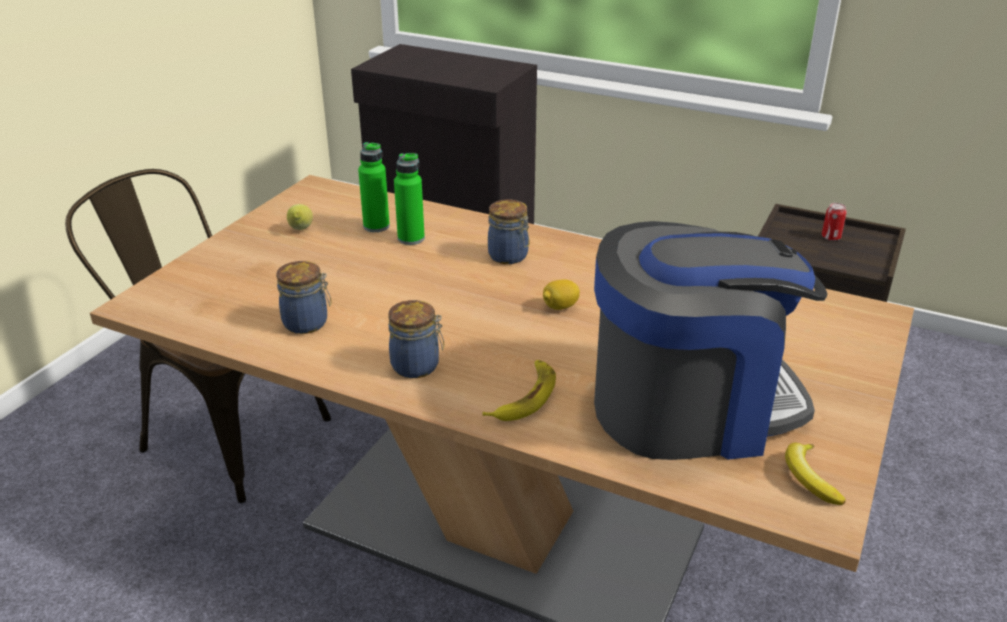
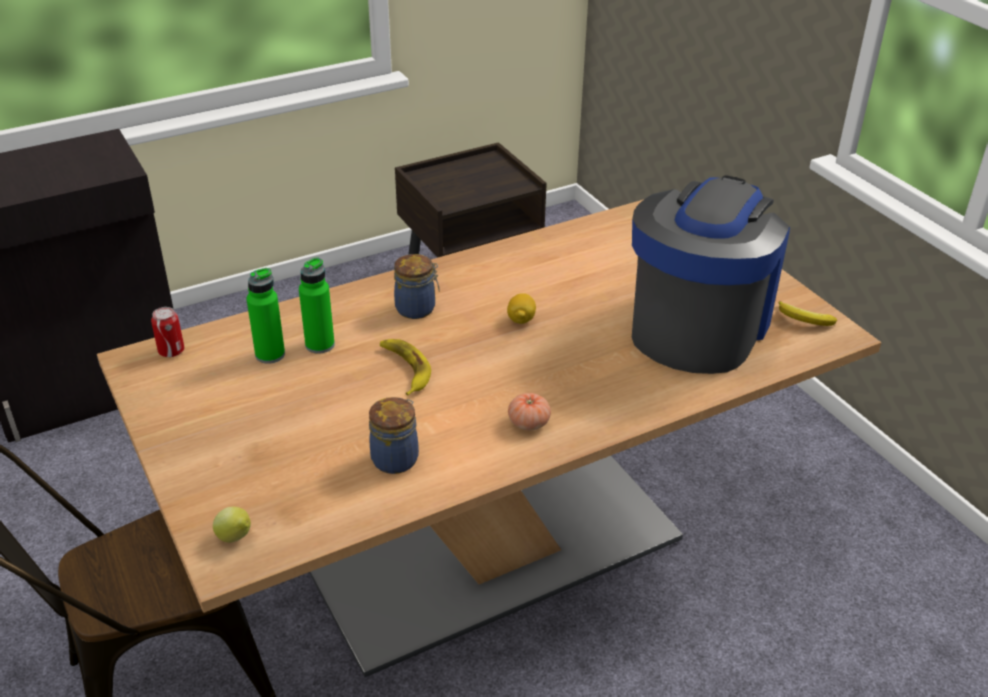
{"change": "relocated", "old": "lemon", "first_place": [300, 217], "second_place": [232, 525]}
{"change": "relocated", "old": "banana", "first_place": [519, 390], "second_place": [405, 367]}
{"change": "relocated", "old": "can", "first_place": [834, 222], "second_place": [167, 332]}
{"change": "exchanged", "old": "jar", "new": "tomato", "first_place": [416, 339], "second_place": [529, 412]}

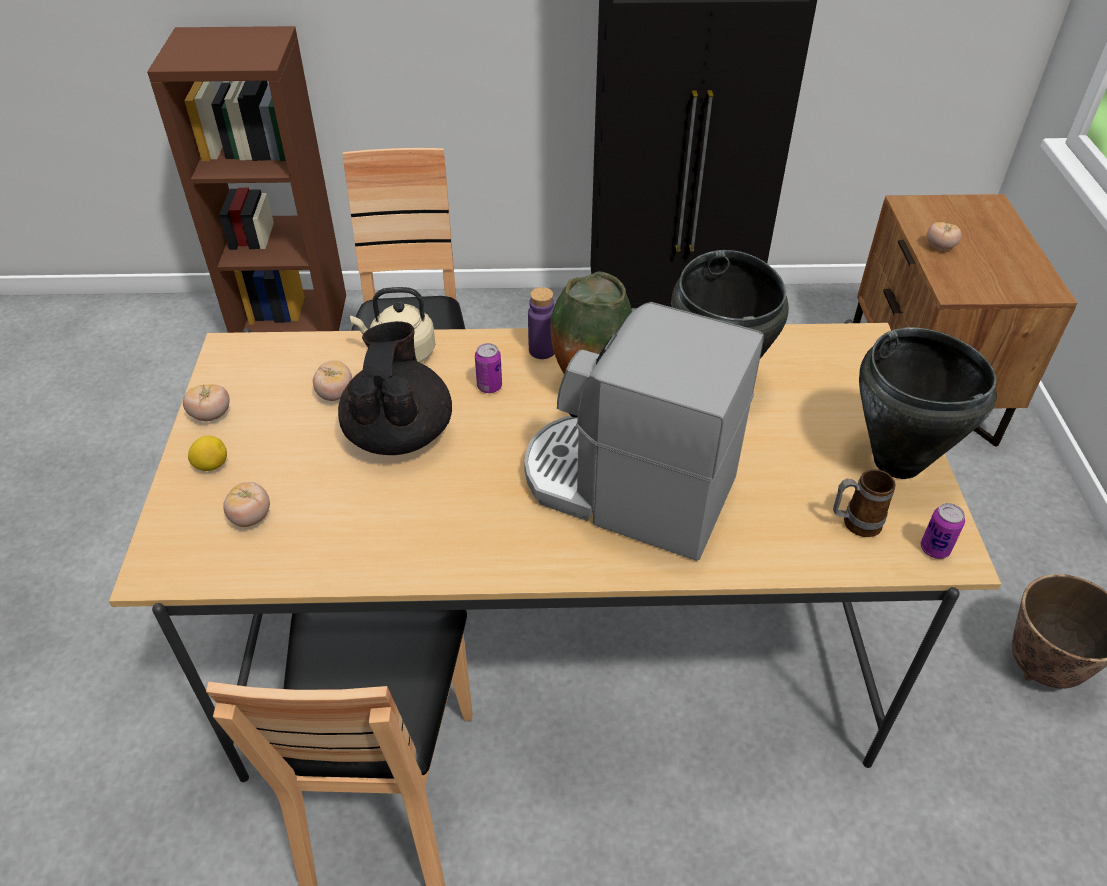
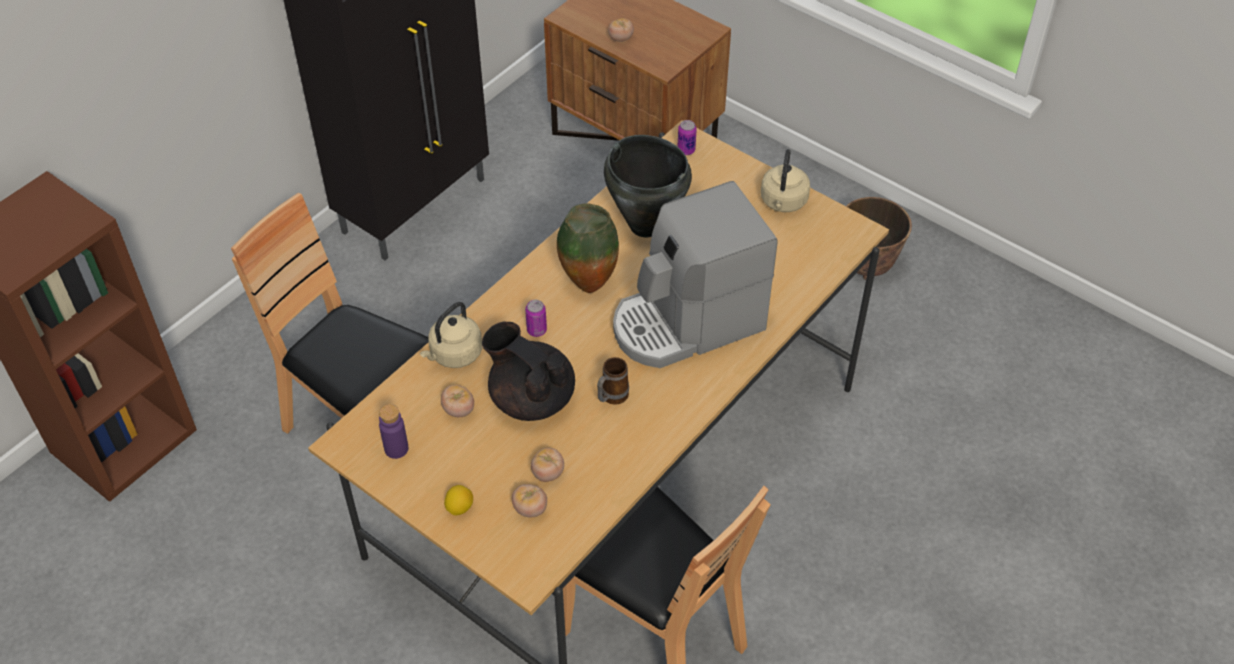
{"change": "relocated", "old": "tomato", "first_place": [206, 402], "second_place": [547, 464]}
{"change": "relocated", "old": "bottle/purple", "first_place": [541, 323], "second_place": [393, 431]}
{"change": "relocated", "old": "mug", "first_place": [864, 503], "second_place": [613, 381]}
{"change": "relocated", "old": "can", "first_place": [943, 531], "second_place": [687, 137]}
{"change": "exchanged", "old": "cooking pot/black", "new": "kettle/beige", "first_place": [928, 403], "second_place": [785, 180]}

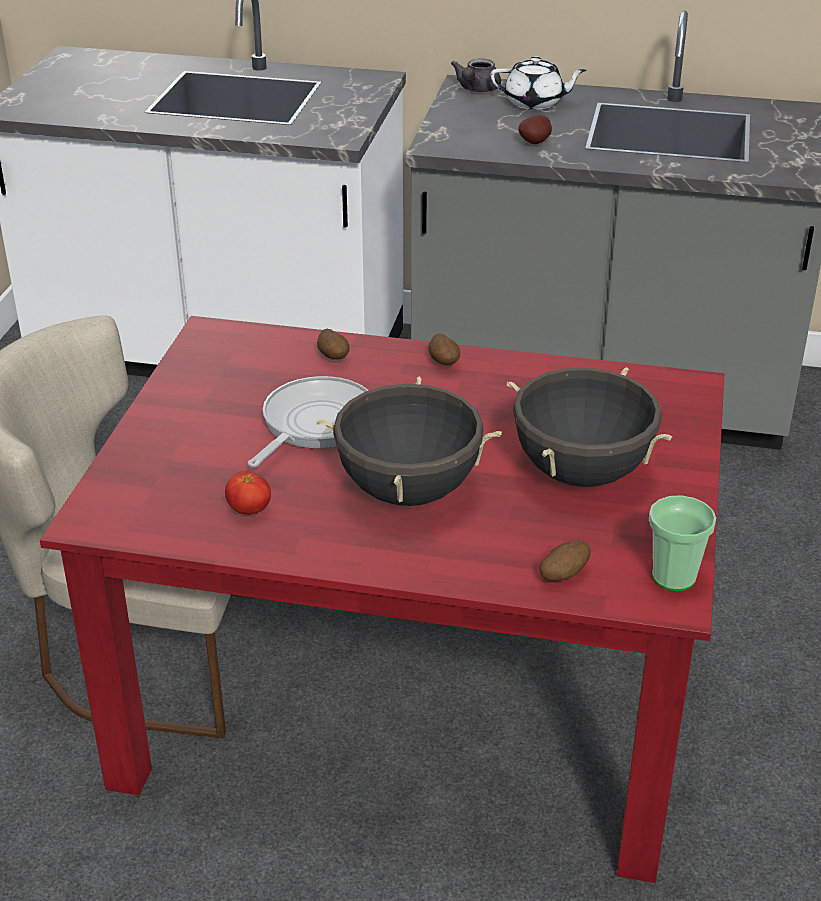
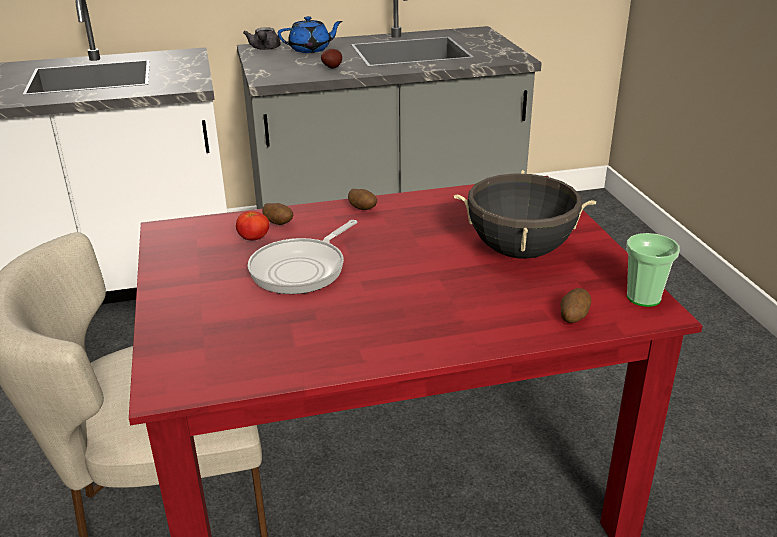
{"change": "missing", "old": "cooking pot/black", "first_place": [409, 441]}
{"change": "relocated", "old": "tomato", "first_place": [248, 493], "second_place": [252, 225]}
{"change": "colour", "old": "teapot/white", "new": "teapot/blue", "first_place": [539, 83], "second_place": [310, 34]}
{"change": "spun", "old": "frying pan", "first_place": [308, 421], "second_place": [302, 257], "degrees": -150}

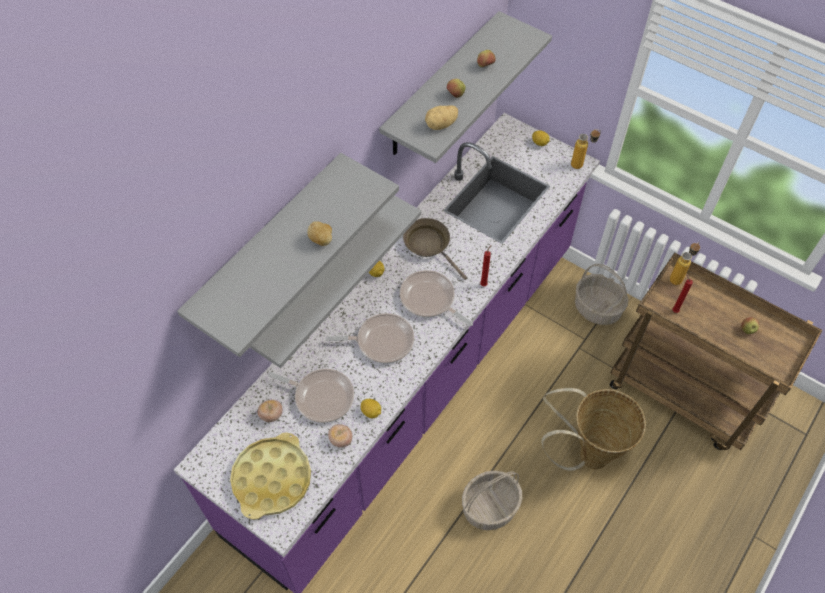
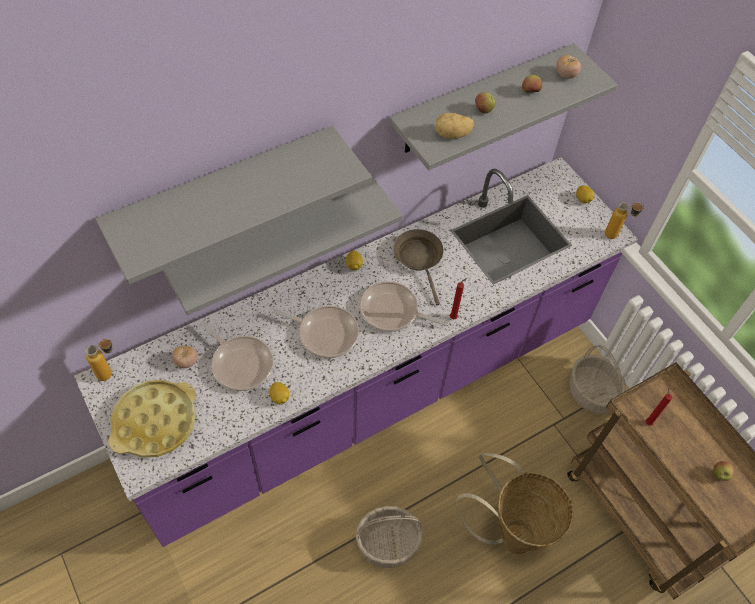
{"change": "missing", "old": "potato", "first_place": [319, 233]}
{"change": "relocated", "old": "tomato", "first_place": [340, 436], "second_place": [568, 67]}
{"change": "relocated", "old": "bottle", "first_place": [685, 263], "second_place": [99, 360]}
{"change": "spun", "old": "frying pan", "first_place": [436, 298], "second_place": [403, 306], "degrees": -45}

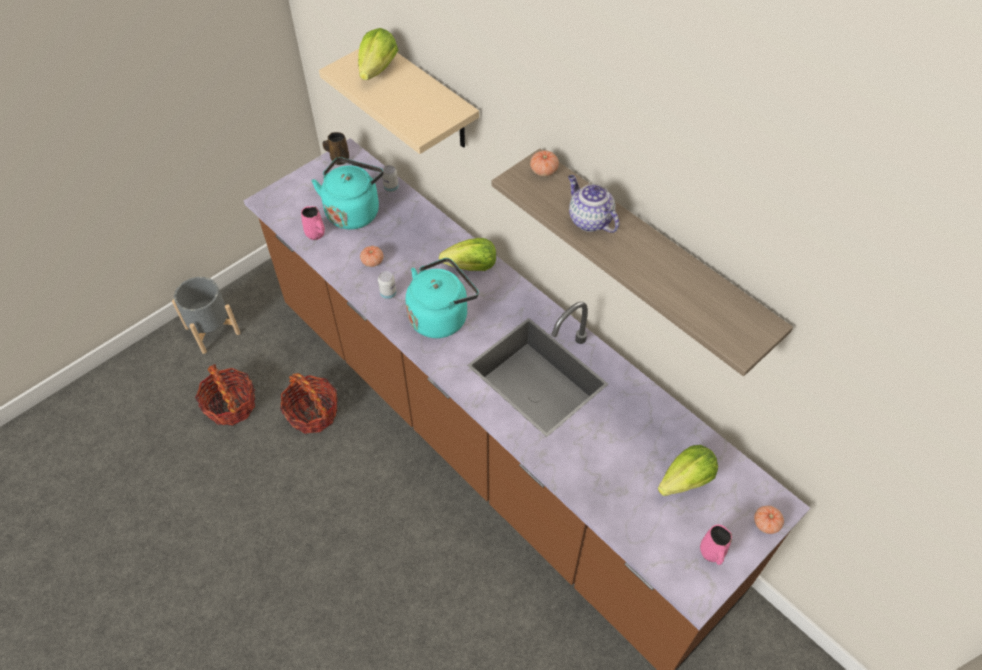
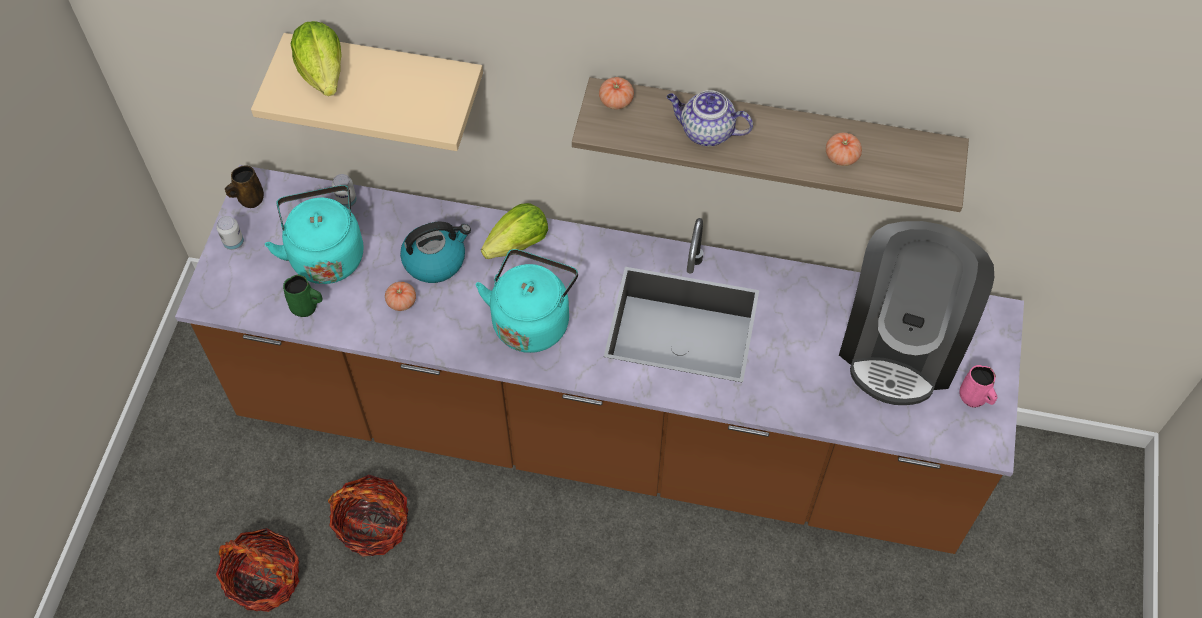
{"change": "missing", "old": "planter/grey", "first_place": [206, 315]}
{"change": "appeared", "new": "kettle", "second_place": [435, 252]}
{"change": "relocated", "old": "can", "first_place": [387, 285], "second_place": [230, 233]}
{"change": "relocated", "old": "tomato", "first_place": [769, 520], "second_place": [844, 149]}
{"change": "exchanged", "old": "lettuce", "new": "coffee machine", "first_place": [688, 470], "second_place": [916, 313]}
{"change": "colour", "old": "mug/pink", "new": "mug/green", "first_place": [313, 223], "second_place": [302, 295]}

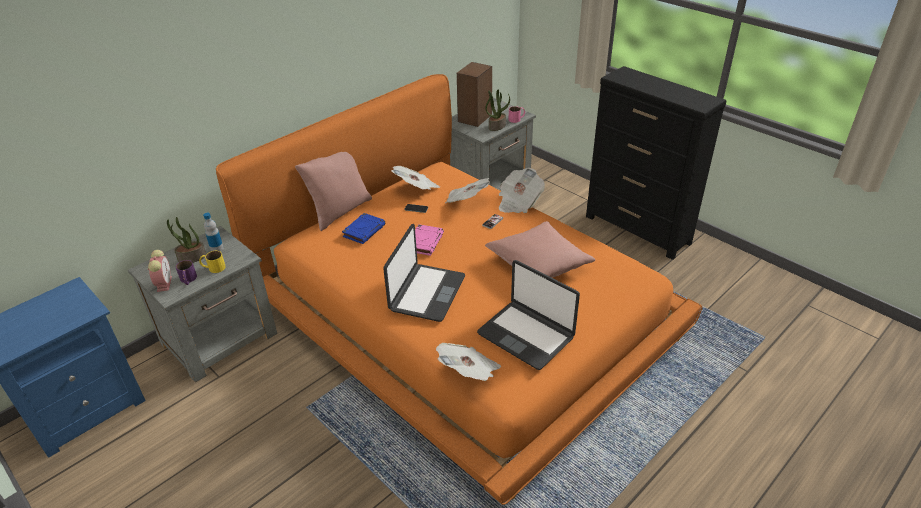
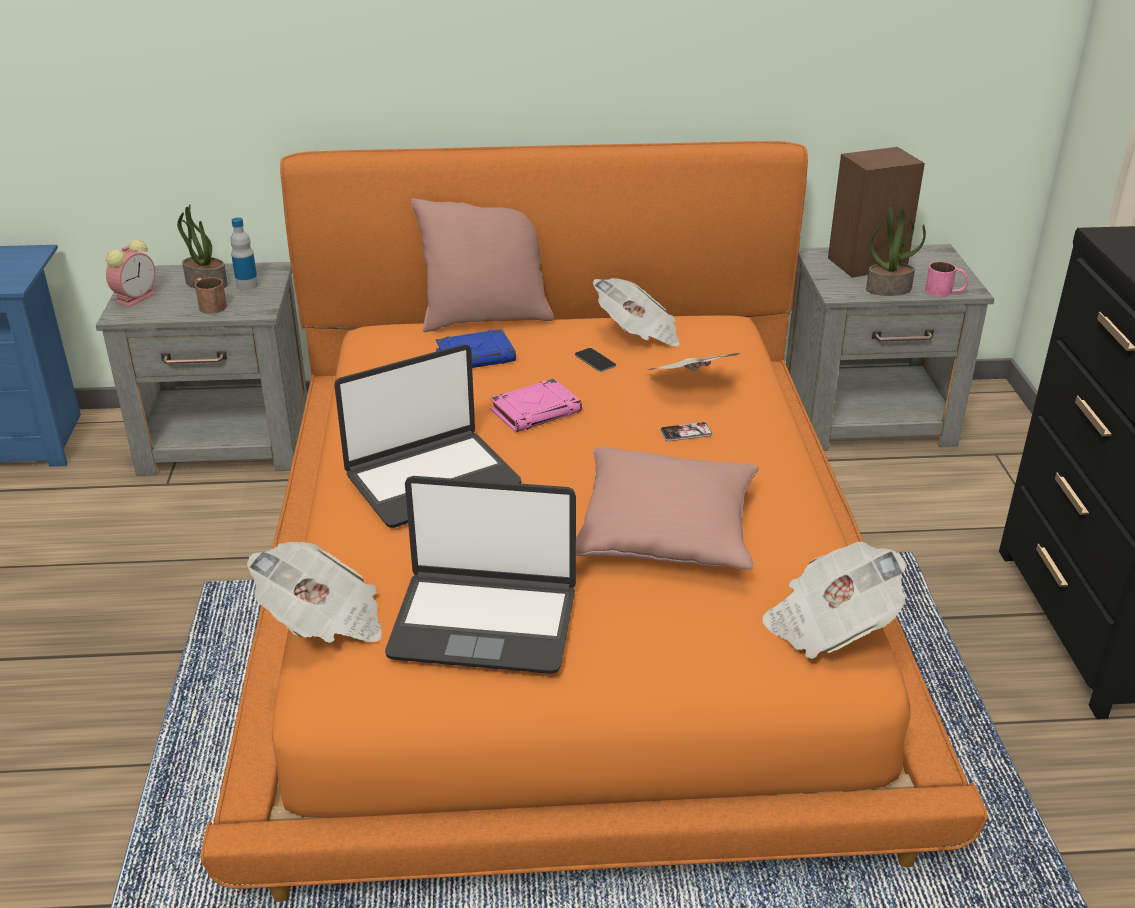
{"change": "missing", "old": "mug/purple", "first_place": [186, 272]}
{"change": "relocated", "old": "newspaper", "first_place": [522, 190], "second_place": [835, 600]}
{"change": "colour", "old": "mug/yellow", "new": "mug/brown", "first_place": [212, 262], "second_place": [211, 295]}
{"change": "spun", "old": "laptop", "first_place": [528, 315], "second_place": [480, 575], "degrees": -75}

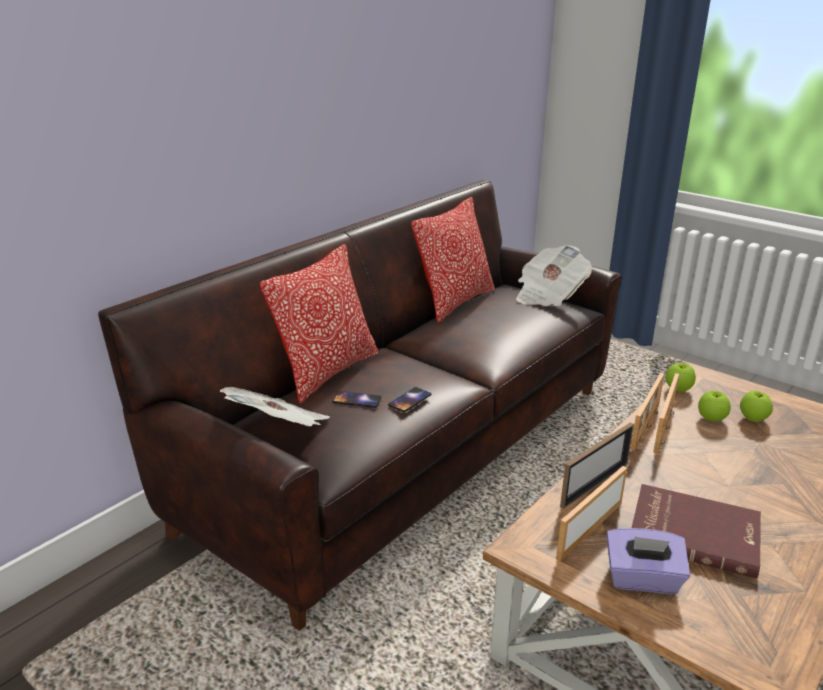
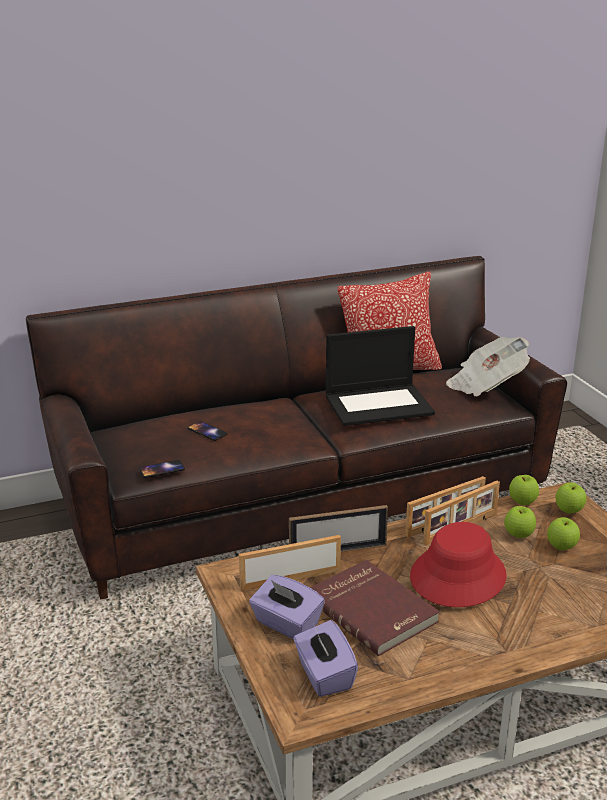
{"change": "missing", "old": "newspaper", "first_place": [275, 407]}
{"change": "missing", "old": "pillow", "first_place": [319, 324]}
{"change": "appeared", "new": "tissue box/purple", "second_place": [325, 658]}
{"change": "appeared", "new": "laptop", "second_place": [380, 376]}
{"change": "appeared", "new": "hat/red", "second_place": [458, 564]}
{"change": "appeared", "new": "apple", "second_place": [570, 497]}
{"change": "relocated", "old": "phone", "first_place": [410, 399], "second_place": [162, 469]}

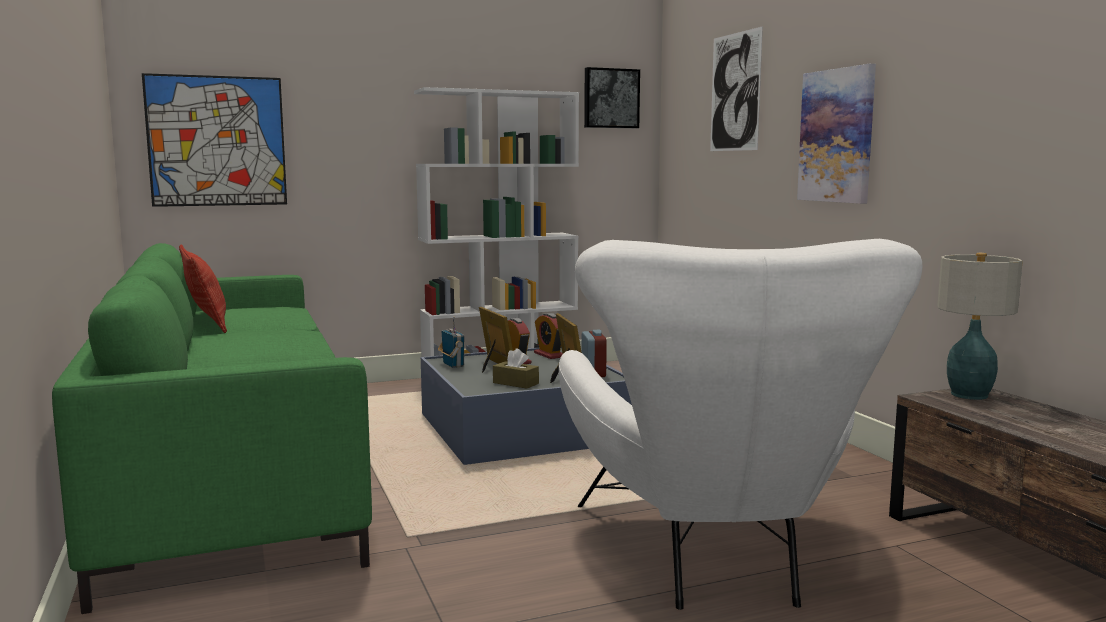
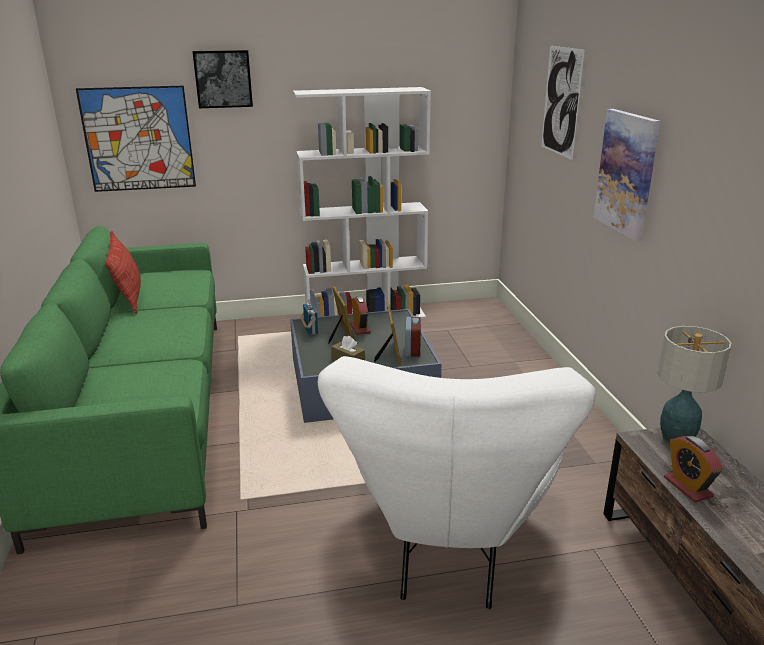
{"change": "relocated", "old": "alarm clock", "first_place": [548, 336], "second_place": [693, 469]}
{"change": "relocated", "old": "picture", "first_place": [612, 97], "second_place": [222, 79]}

